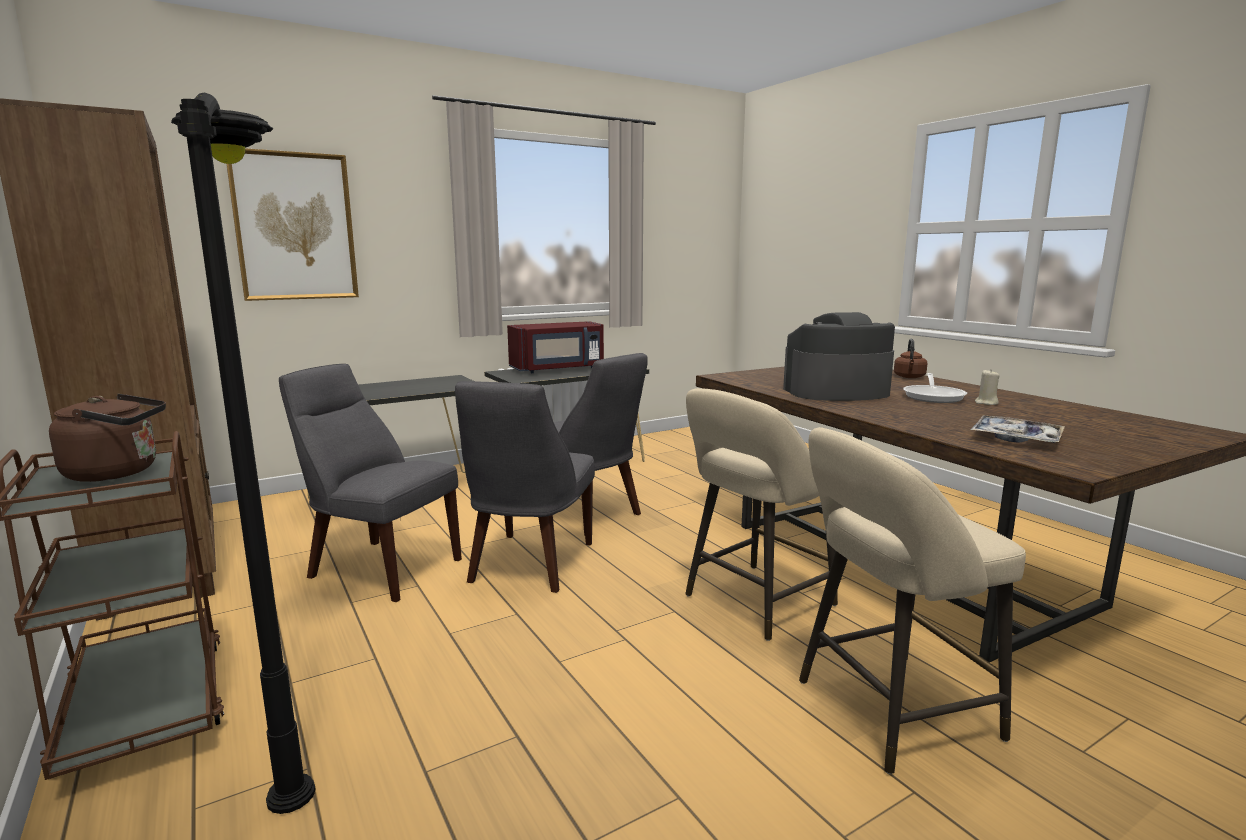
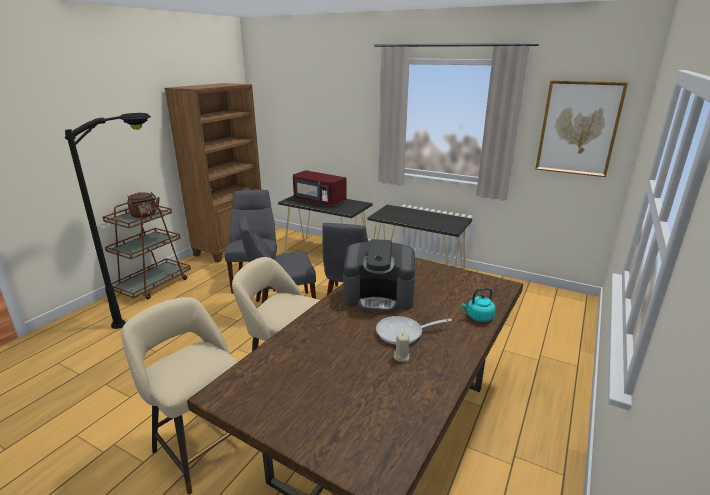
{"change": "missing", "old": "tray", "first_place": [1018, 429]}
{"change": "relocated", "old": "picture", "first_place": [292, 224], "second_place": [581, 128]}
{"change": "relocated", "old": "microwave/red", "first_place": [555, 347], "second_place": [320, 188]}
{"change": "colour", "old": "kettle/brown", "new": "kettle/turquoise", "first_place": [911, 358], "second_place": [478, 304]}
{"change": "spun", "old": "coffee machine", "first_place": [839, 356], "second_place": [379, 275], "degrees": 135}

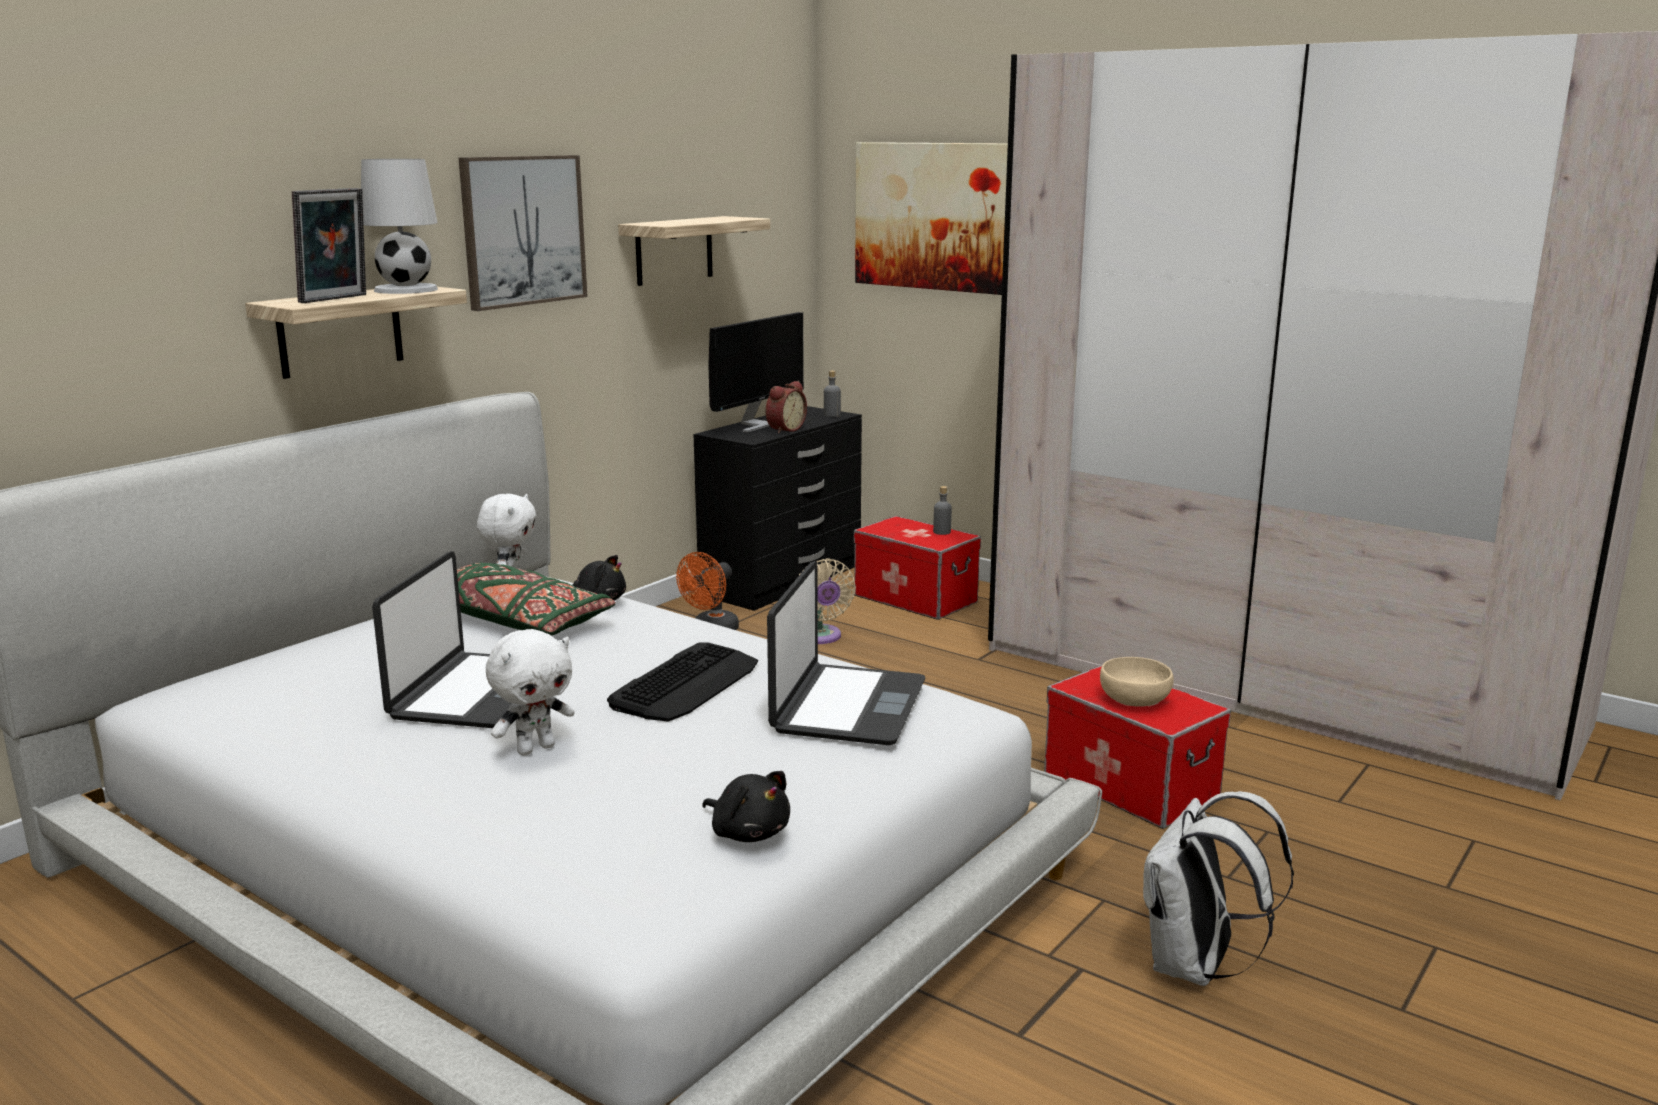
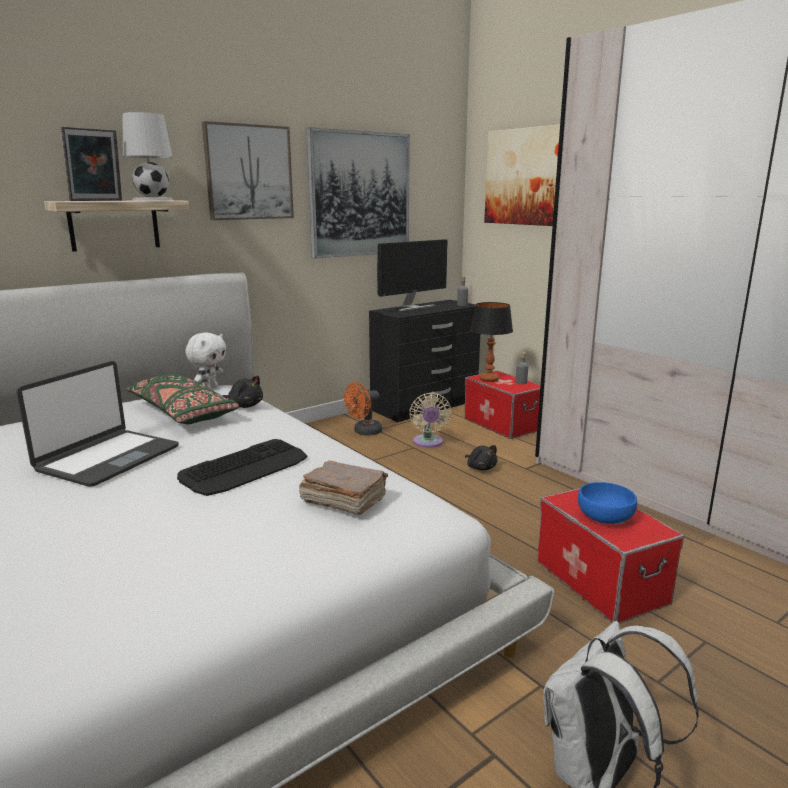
{"change": "missing", "old": "plush toy/white", "first_place": [530, 692]}
{"change": "missing", "old": "alarm clock", "first_place": [786, 407]}
{"change": "appeared", "new": "table lamp", "second_place": [491, 342]}
{"change": "relocated", "old": "plush toy/black", "first_place": [746, 806], "second_place": [481, 458]}
{"change": "exchanged", "old": "shelf", "new": "picture", "first_place": [694, 251], "second_place": [358, 193]}
{"change": "exchanged", "old": "laptop", "new": "book/brown", "first_place": [846, 653], "second_place": [343, 487]}
{"change": "colour", "old": "bowl/beige", "new": "bowl/blue", "first_place": [1137, 682], "second_place": [607, 503]}

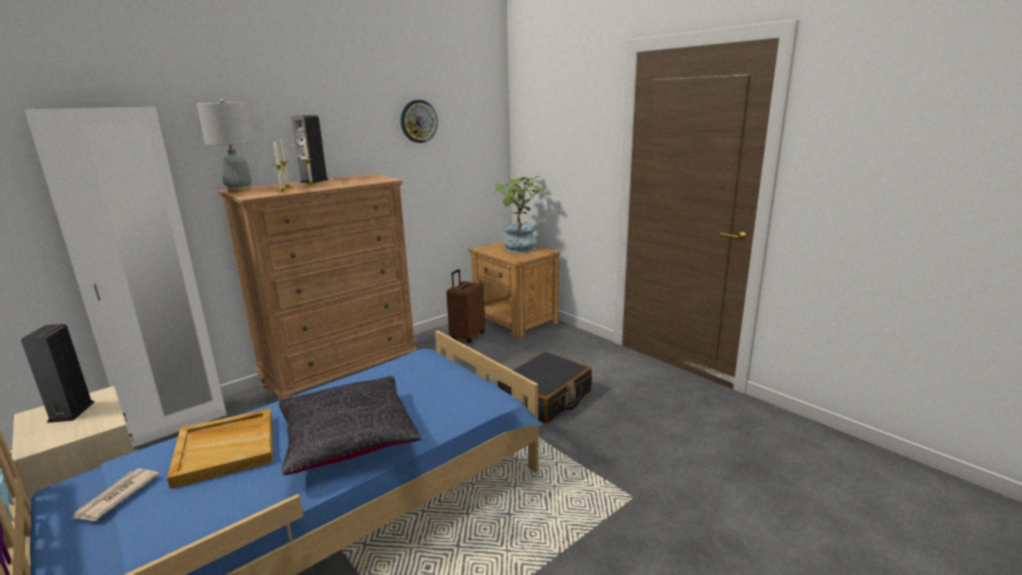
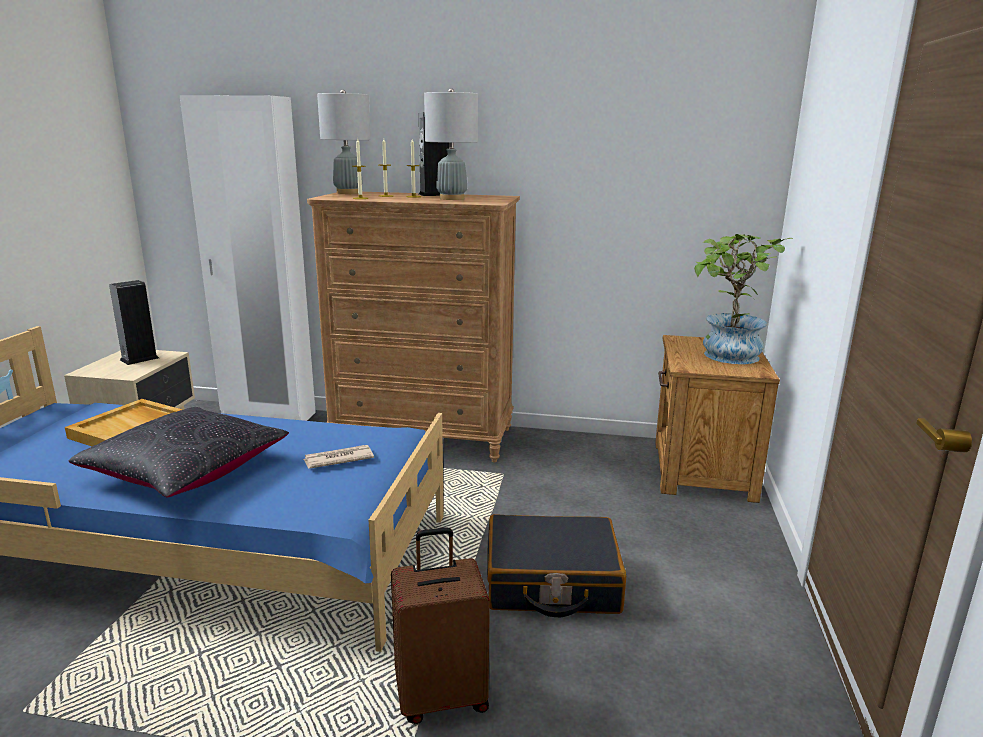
{"change": "missing", "old": "wall clock", "first_place": [419, 121]}
{"change": "appeared", "new": "table lamp/grey", "second_place": [451, 144]}
{"change": "relocated", "old": "newspaper", "first_place": [115, 494], "second_place": [338, 457]}
{"change": "relocated", "old": "suitcase/brown", "first_place": [465, 306], "second_place": [440, 625]}

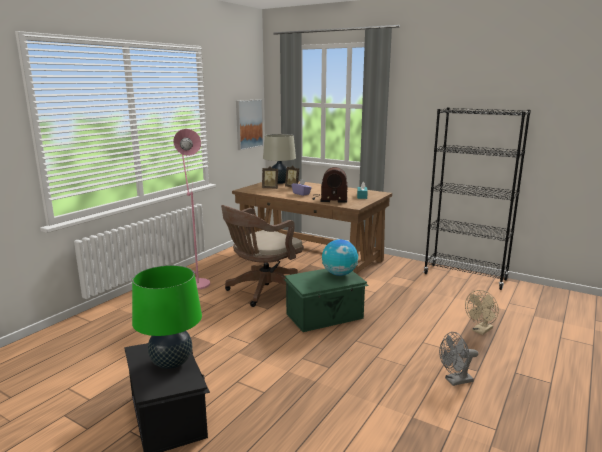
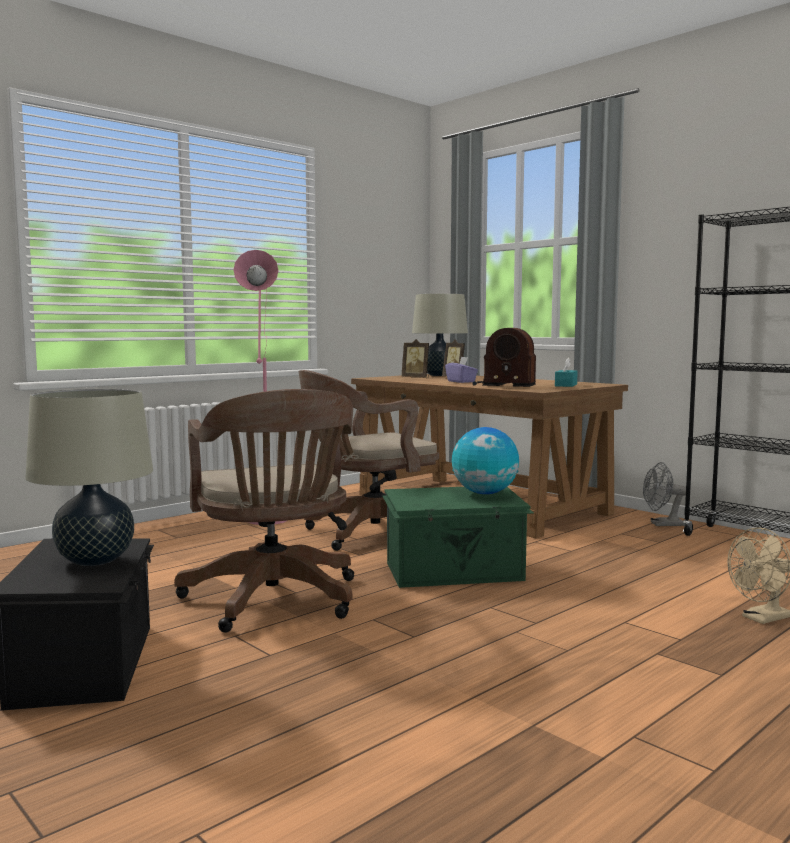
{"change": "missing", "old": "picture", "first_place": [250, 124]}
{"change": "appeared", "new": "office chair/brown", "second_place": [264, 510]}
{"change": "relocated", "old": "fan/grey", "first_place": [458, 359], "second_place": [664, 494]}
{"change": "colour", "old": "table lamp/green", "new": "table lamp/beige", "first_place": [167, 317], "second_place": [89, 477]}

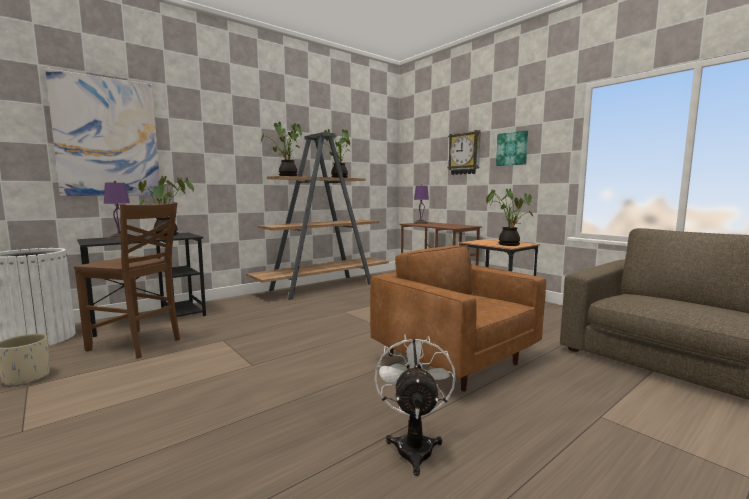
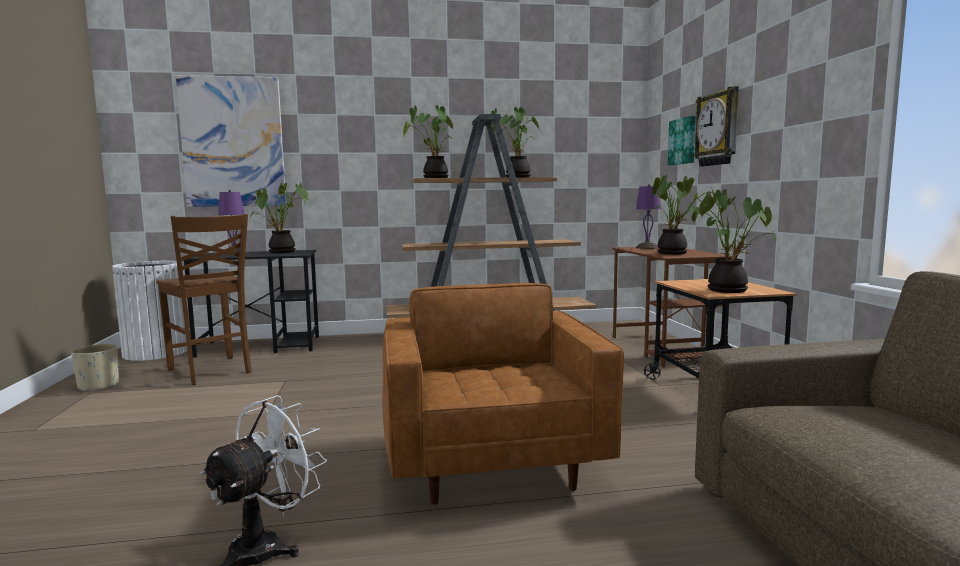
{"change": "appeared", "new": "potted plant", "second_place": [685, 215]}
{"change": "relocated", "old": "picture", "first_place": [512, 148], "second_place": [682, 140]}

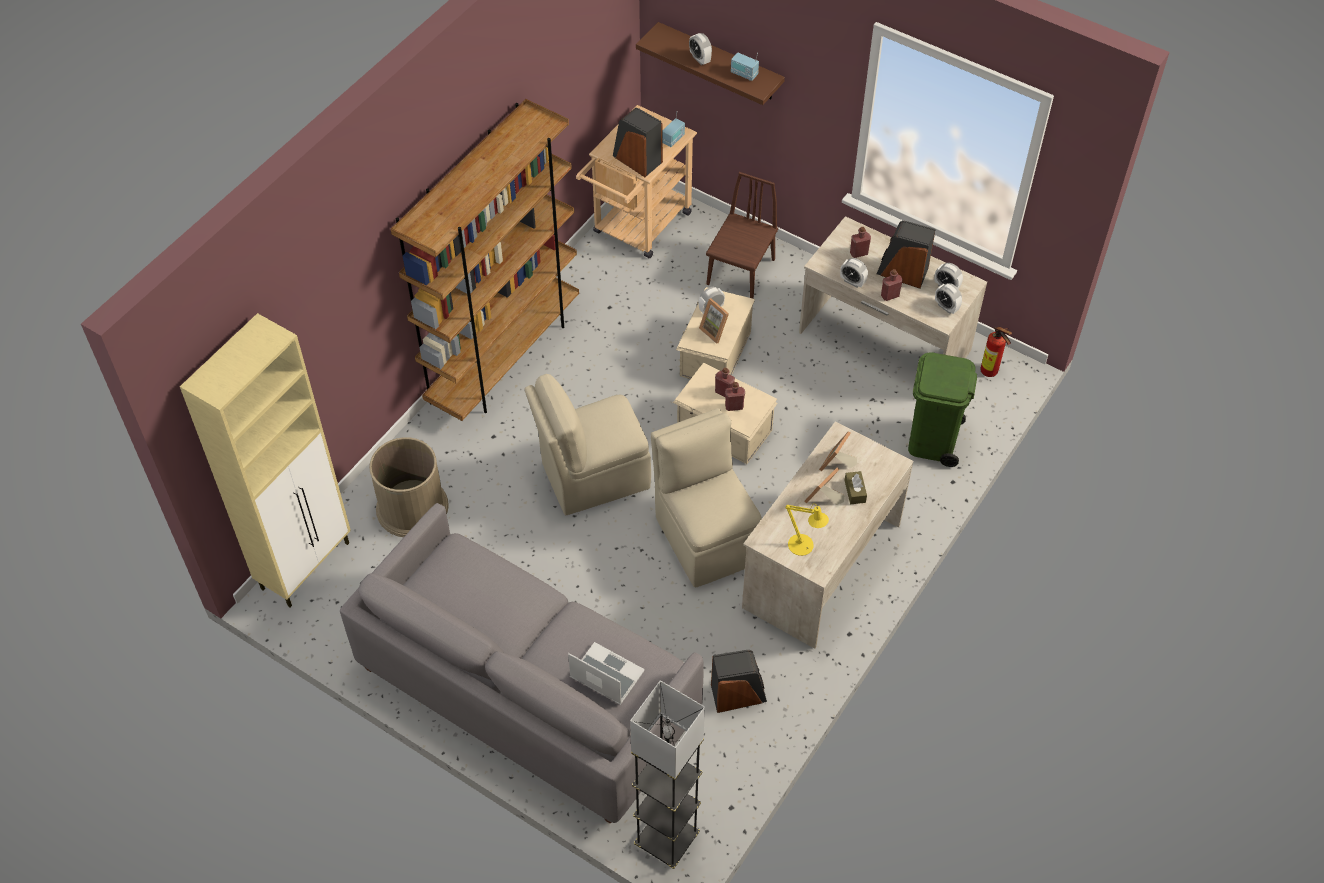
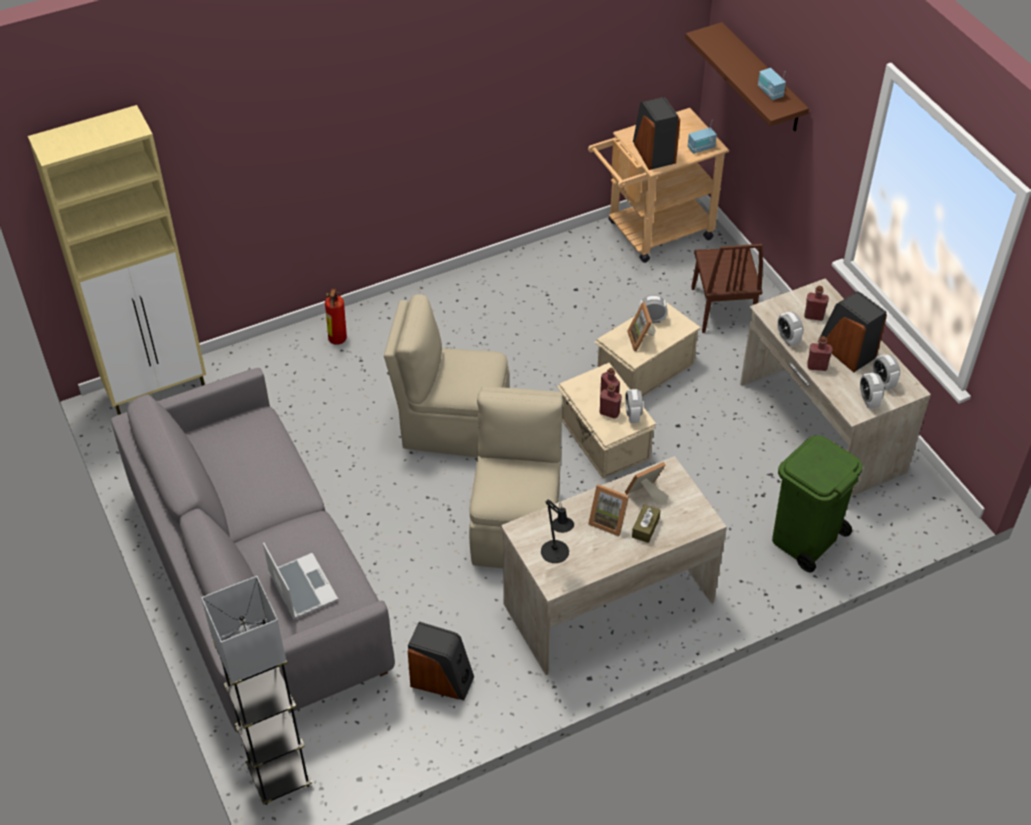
{"change": "missing", "old": "trash can/brown", "first_place": [409, 487]}
{"change": "missing", "old": "bookcase/brown", "first_place": [485, 260]}
{"change": "relocated", "old": "alarm clock", "first_place": [700, 49], "second_place": [634, 406]}
{"change": "relocated", "old": "fire extinguisher", "first_place": [996, 352], "second_place": [336, 317]}
{"change": "colour", "old": "table lamp/yellow", "new": "table lamp/black", "first_place": [807, 529], "second_place": [557, 531]}
{"change": "spun", "old": "chair/brown", "first_place": [742, 235], "second_place": [727, 288], "degrees": 120}
{"change": "spun", "old": "picture frame", "first_place": [824, 486], "second_place": [608, 510], "degrees": -135}

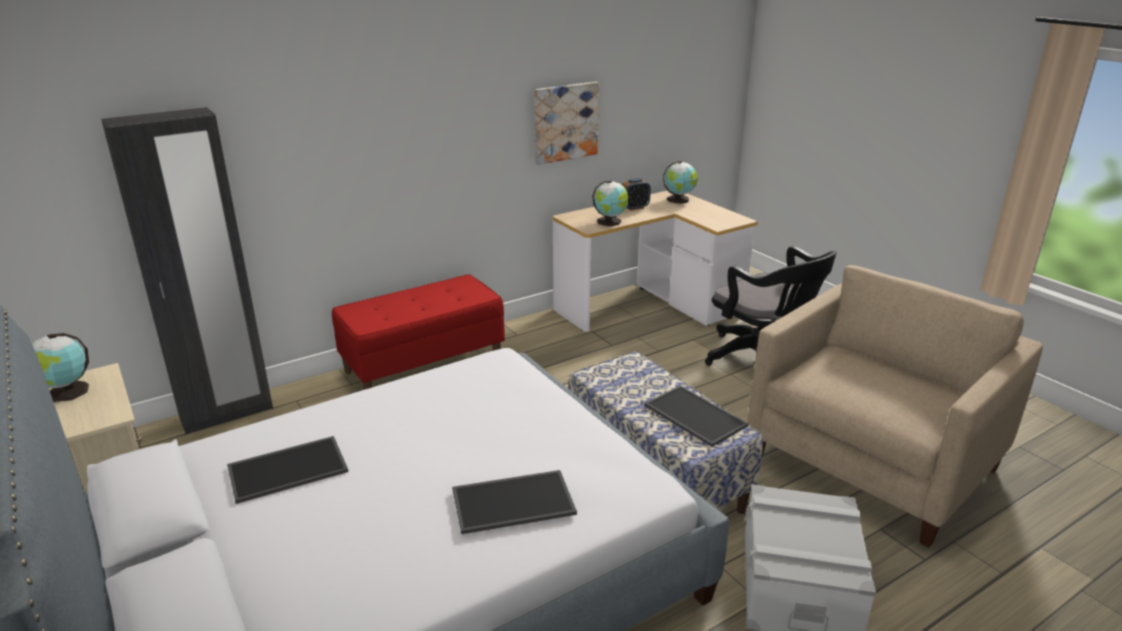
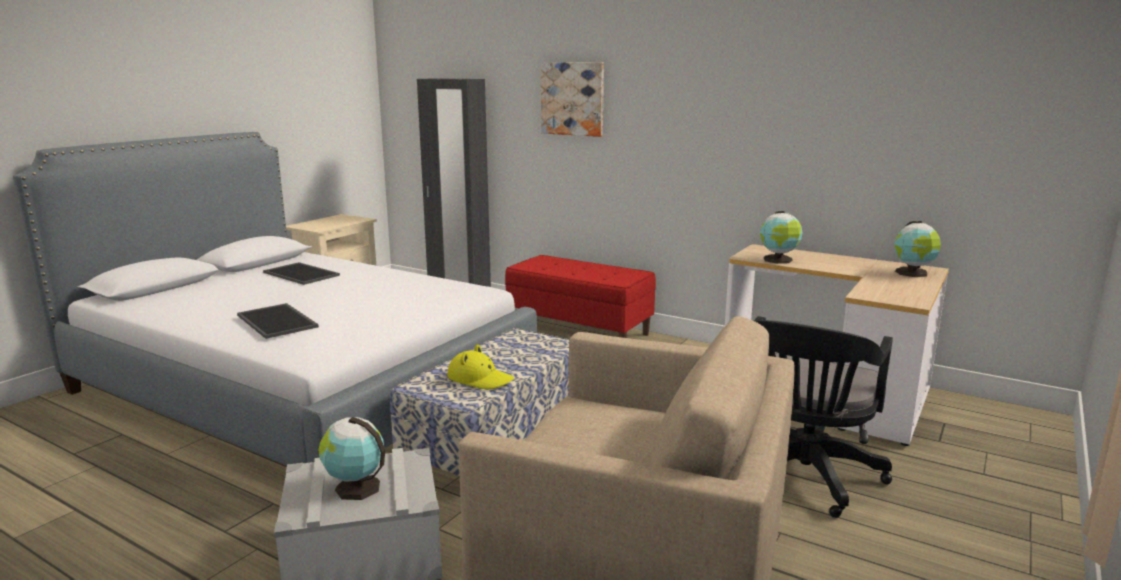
{"change": "missing", "old": "alarm clock", "first_place": [636, 194]}
{"change": "relocated", "old": "globe", "first_place": [60, 367], "second_place": [351, 458]}
{"change": "relocated", "old": "picture", "first_place": [567, 123], "second_place": [572, 99]}
{"change": "exchanged", "old": "tray", "new": "hat/yellow", "first_place": [696, 416], "second_place": [480, 366]}

